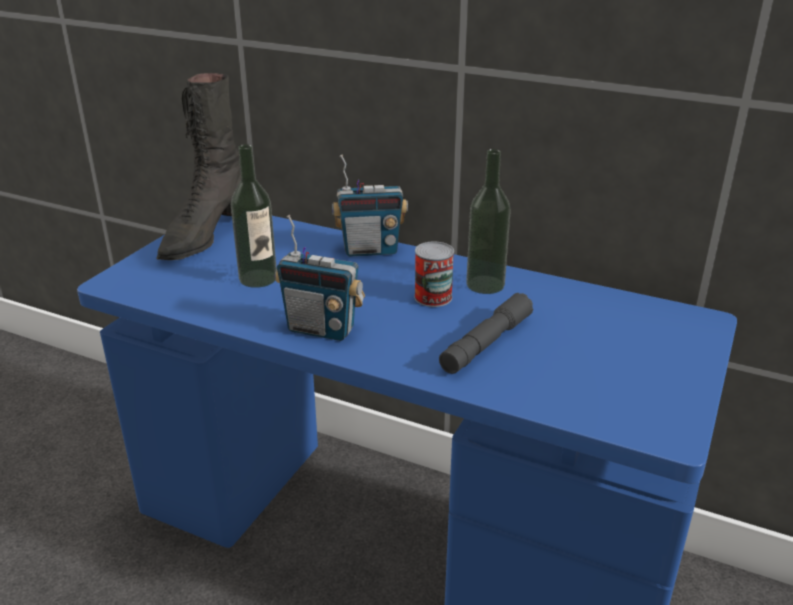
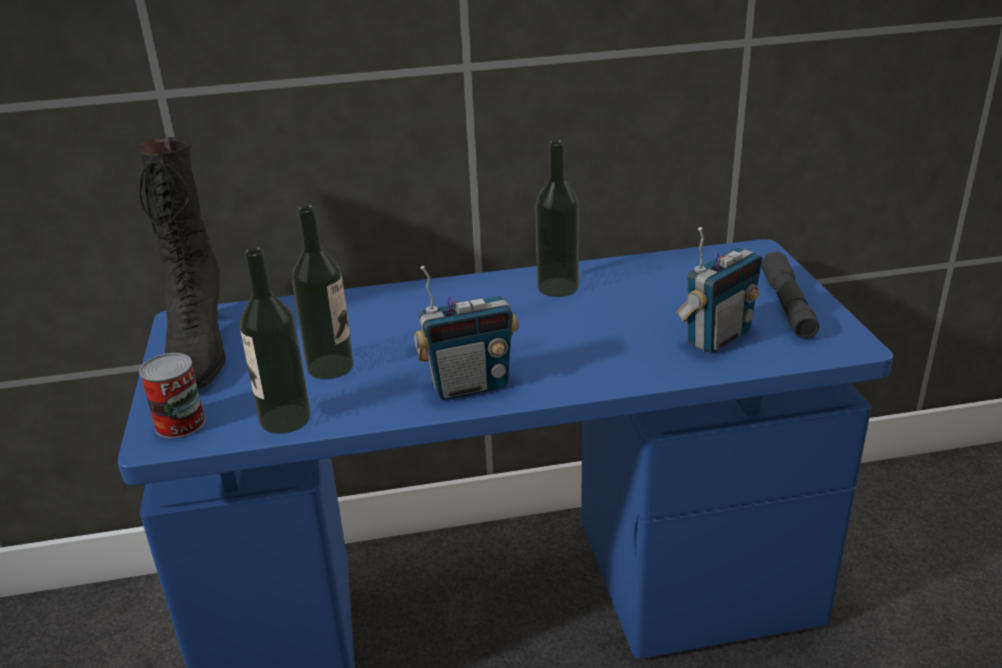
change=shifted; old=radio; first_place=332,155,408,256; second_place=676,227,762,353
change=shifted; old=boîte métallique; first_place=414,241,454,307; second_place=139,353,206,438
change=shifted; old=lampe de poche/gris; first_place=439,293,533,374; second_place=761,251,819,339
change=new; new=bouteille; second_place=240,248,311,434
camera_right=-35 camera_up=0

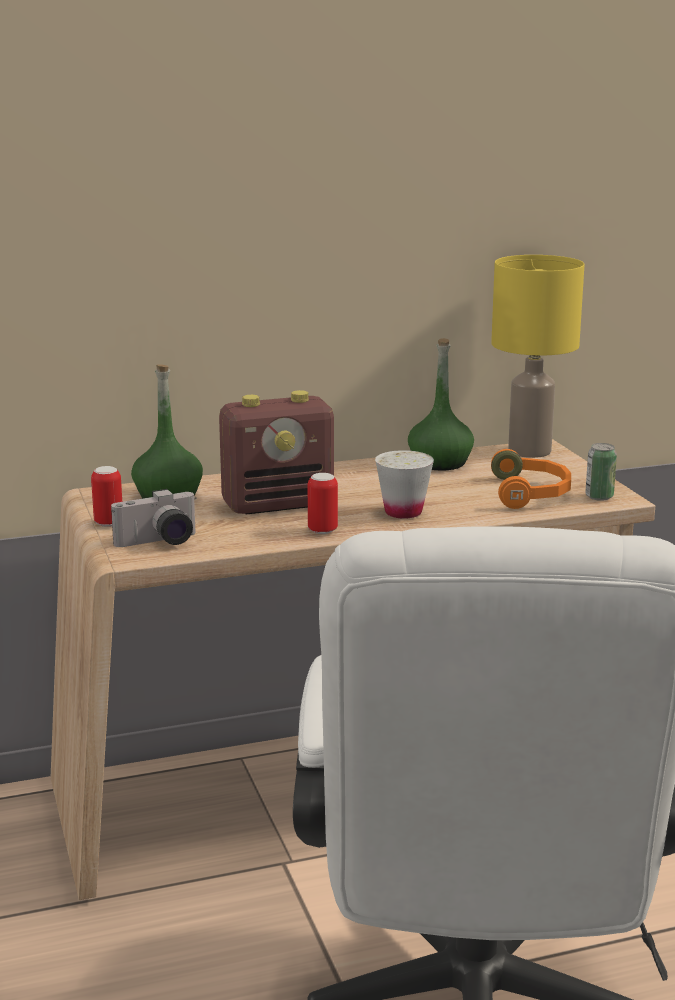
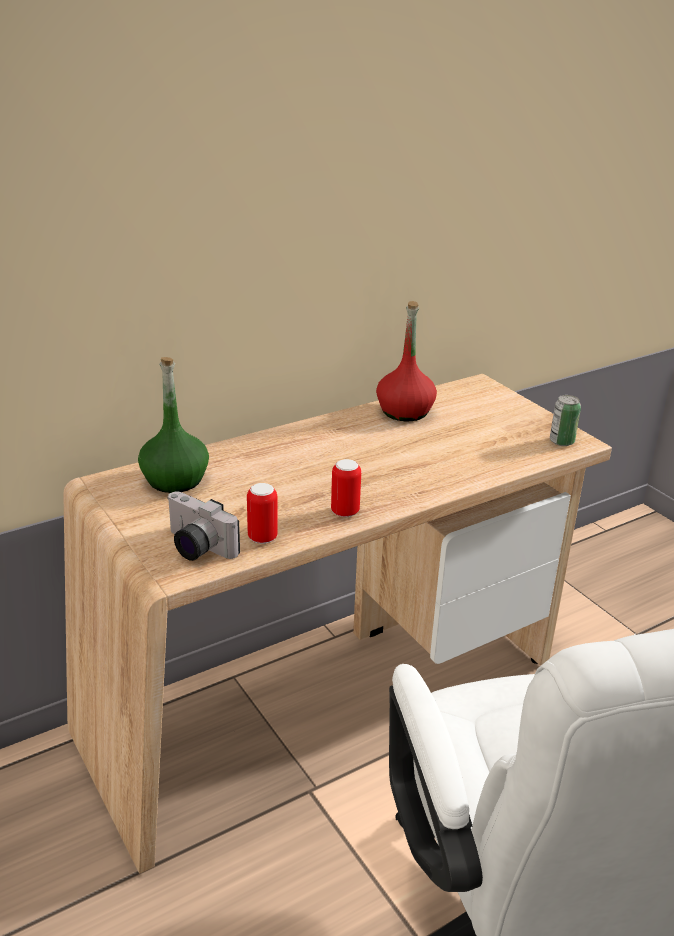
change=shifted; old=boîte métallique; first_place=91,466,122,527; second_place=247,483,278,544
change=rotated; old=appareil photo; first_place=111,489,196,547; second_place=167,492,240,561; degrees=75
change=gone; old=radio; first_place=219,390,334,515
change=gone; old=tasse/blanc; first_place=375,450,434,519
change=repainted; old=bouteille/vert; new=bouteille/rouge; first_place=408,338,474,471; second_place=376,301,437,421
change=gone; old=lampe de table/jaune; first_place=491,255,585,458
change=gone; old=casque audio/orange; first_place=491,449,571,509
camera_right=-15 camera_up=10

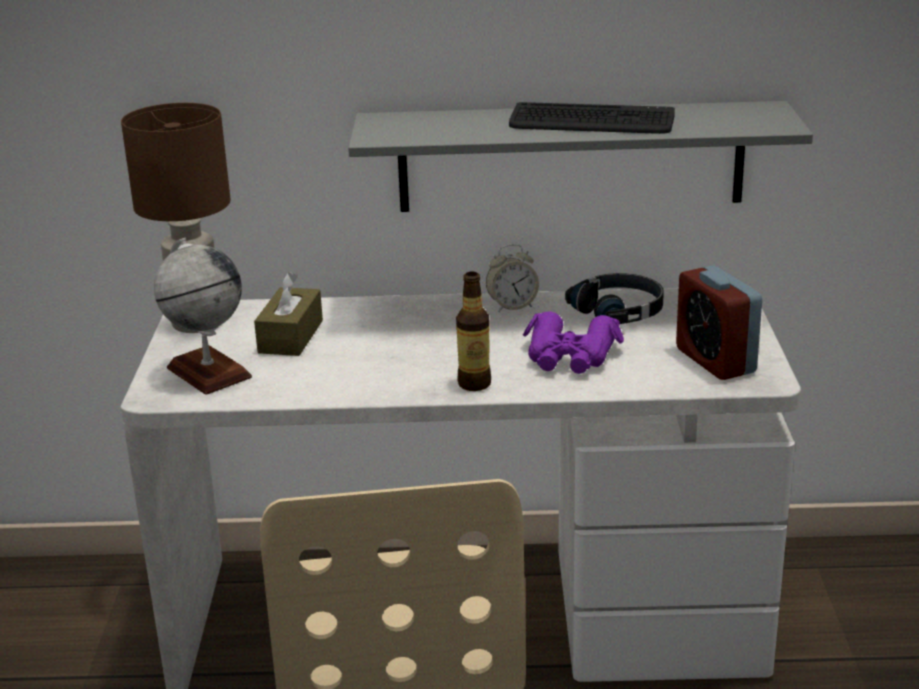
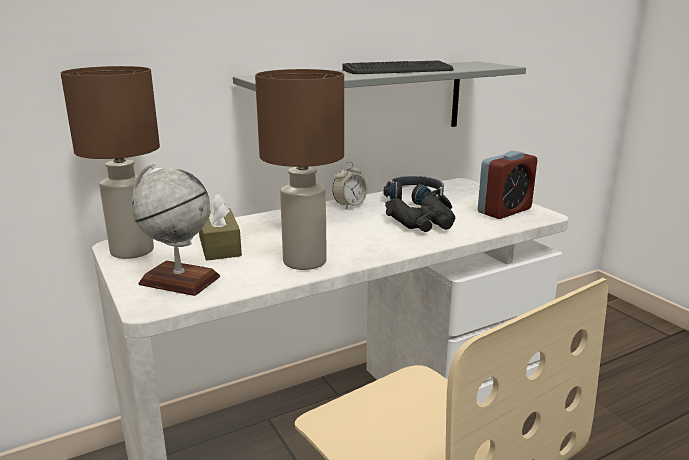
change=gone; old=bouteille; first_place=456,271,491,391
change=repainted; old=jumelles/violet; new=jumelles/noir; first_place=523,312,624,374; second_place=385,195,455,232
change=rotated; old=réveil; first_place=676,265,762,380; second_place=478,151,537,219; degrees=-75
change=new; new=lampe de table/marron; second_place=255,69,344,270
camera_right=-30 camera_up=-5

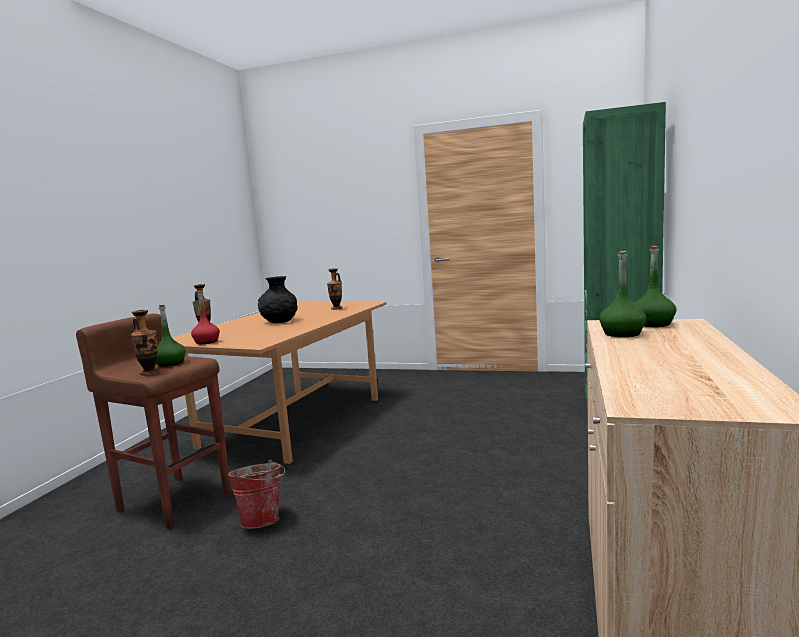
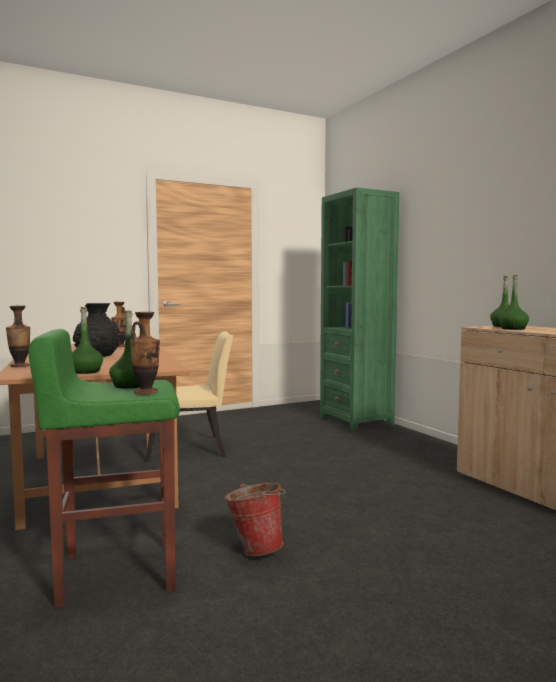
change=repainted; old=tabouret/marron; new=tabouret/vert; first_place=76,314,231,530; second_place=28,329,180,607
change=repainted; old=bouteille/rouge; new=bouteille/vert; first_place=191,291,220,344; second_place=72,307,103,374
change=new; new=chaise/beige; second_place=145,331,233,462
camera_right=-45 camera_up=-5

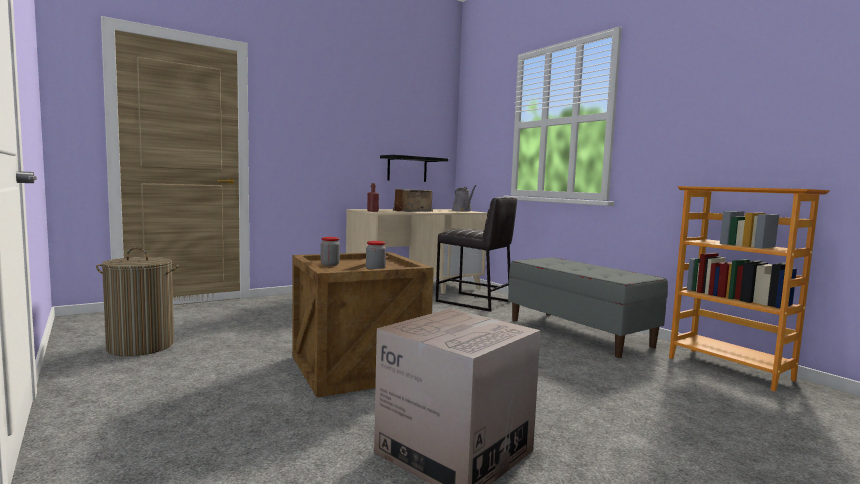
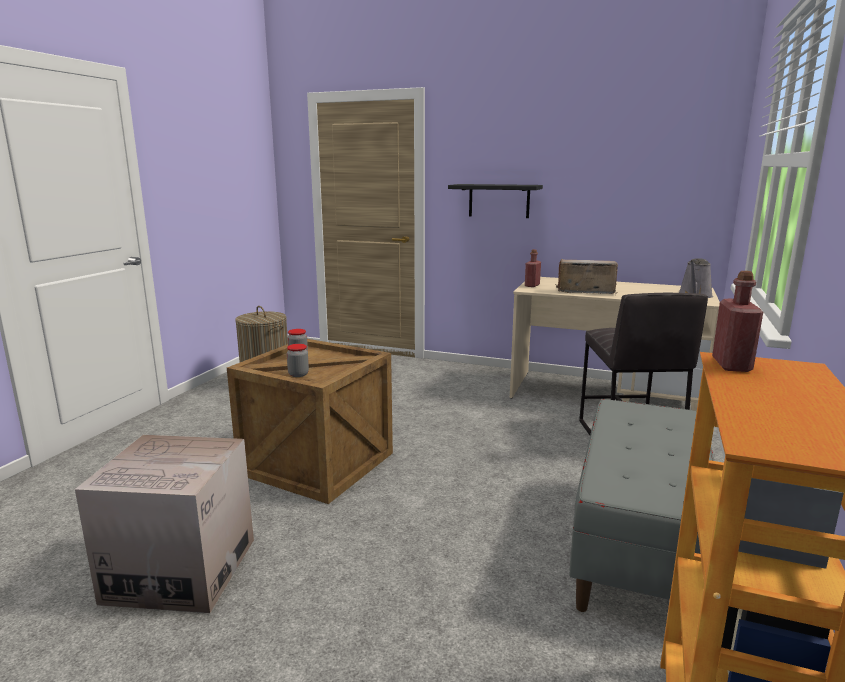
change=shifted; old=étagère/noir; first_place=380,155,448,182; second_place=448,184,543,218
change=new; new=bouteille/rouge; second_place=712,271,763,372
camera_right=55 camera_up=10

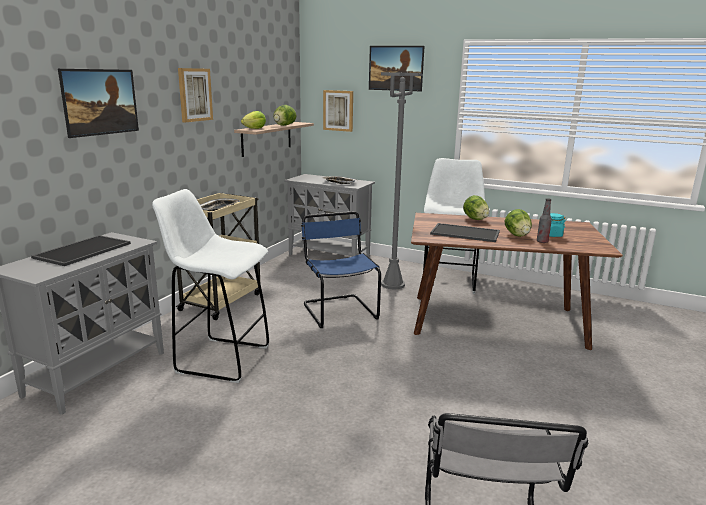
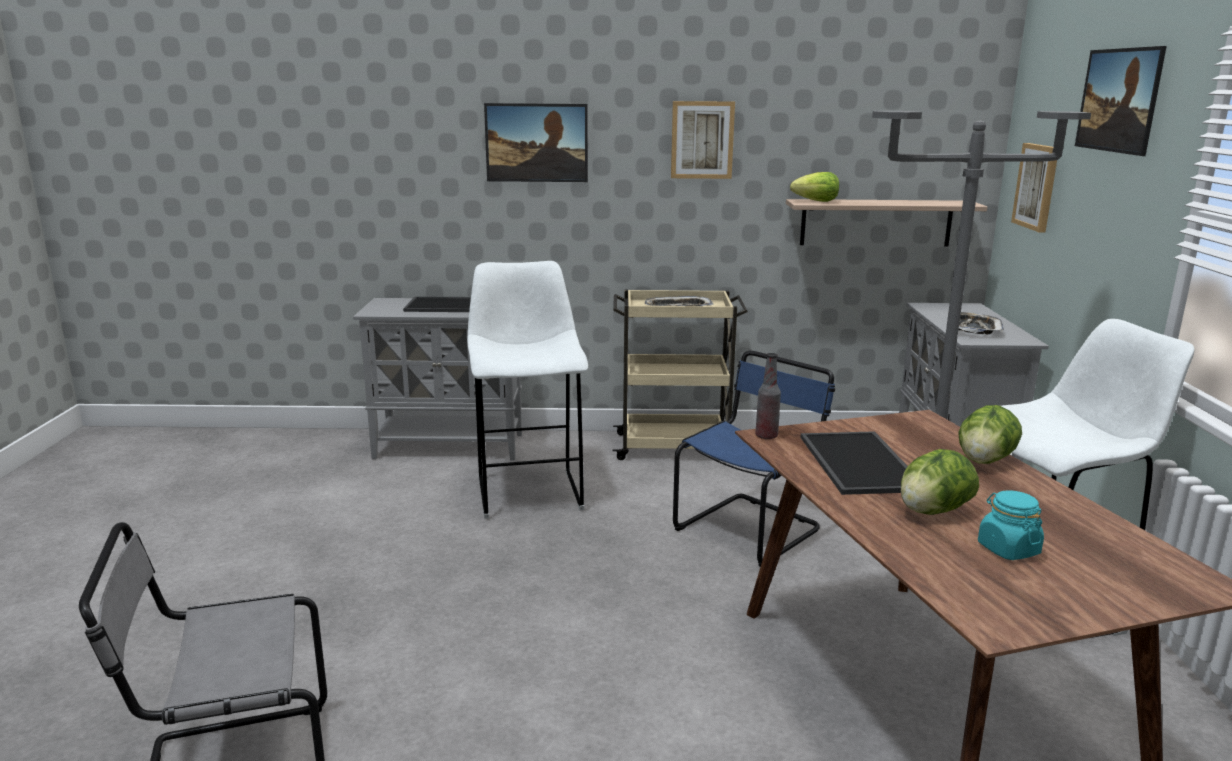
change=gone; old=laitue; first_place=273,105,296,126
change=shifted; old=bouteille; first_place=537,198,552,243; second_place=755,353,781,439
camera_right=65 camera_up=0

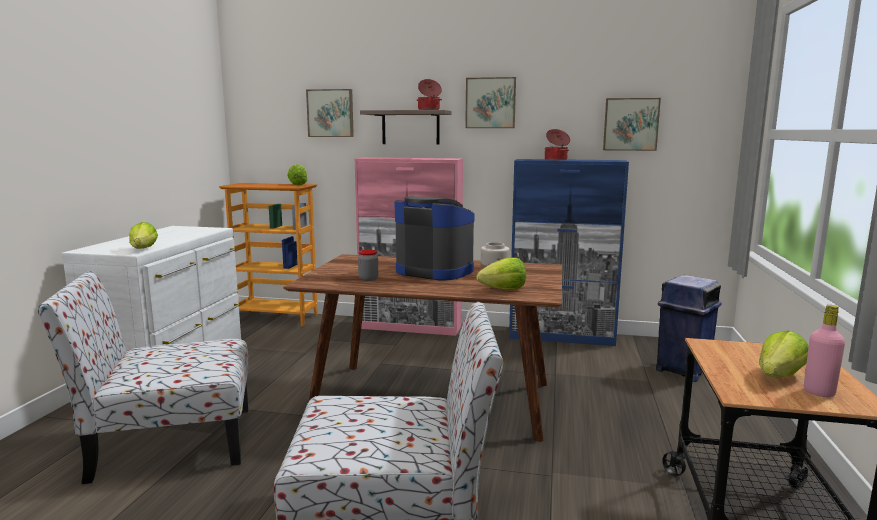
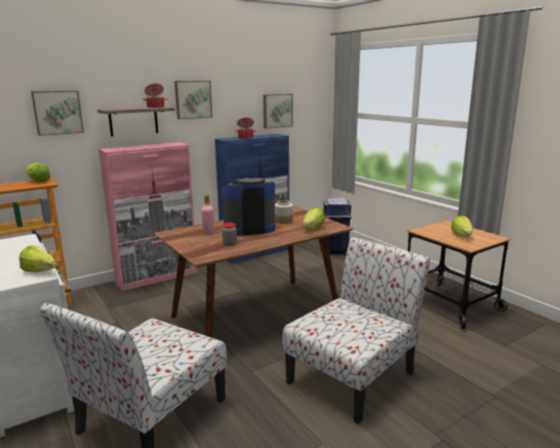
change=shifted; old=bouteille/rose; first_place=804,305,845,397; second_place=201,195,215,234
camera_right=-45 camera_up=5

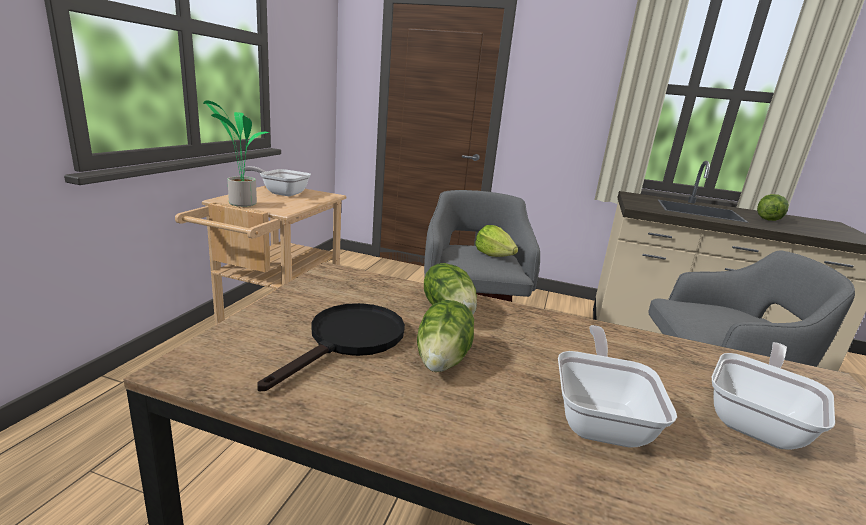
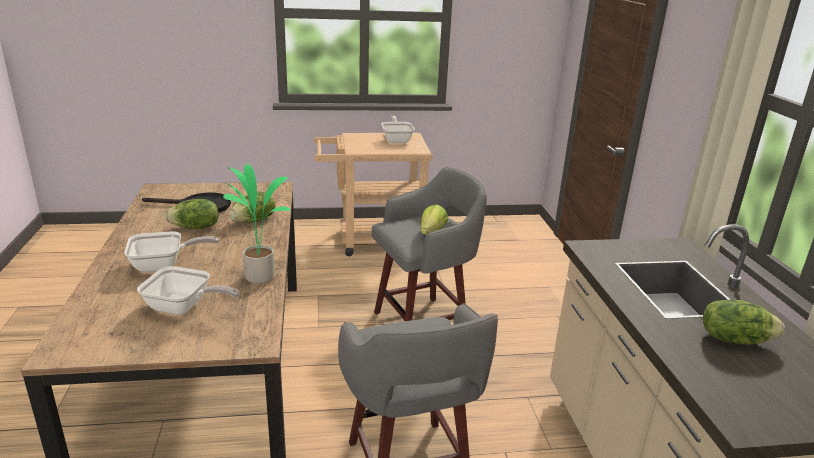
change=shifted; old=plante en pot; first_place=203,101,269,207; second_place=223,164,290,283
camera_right=65 camera_up=5

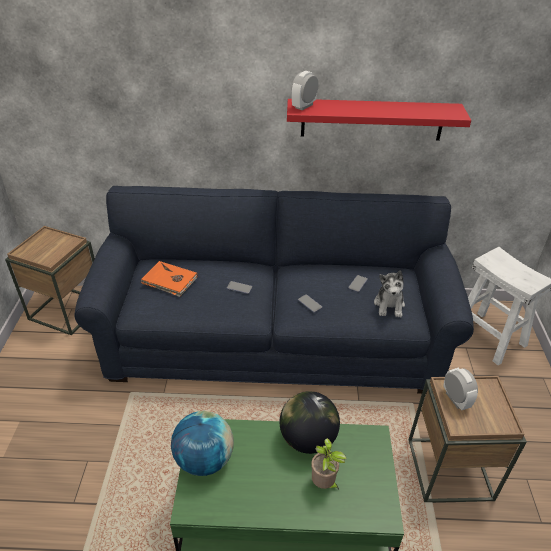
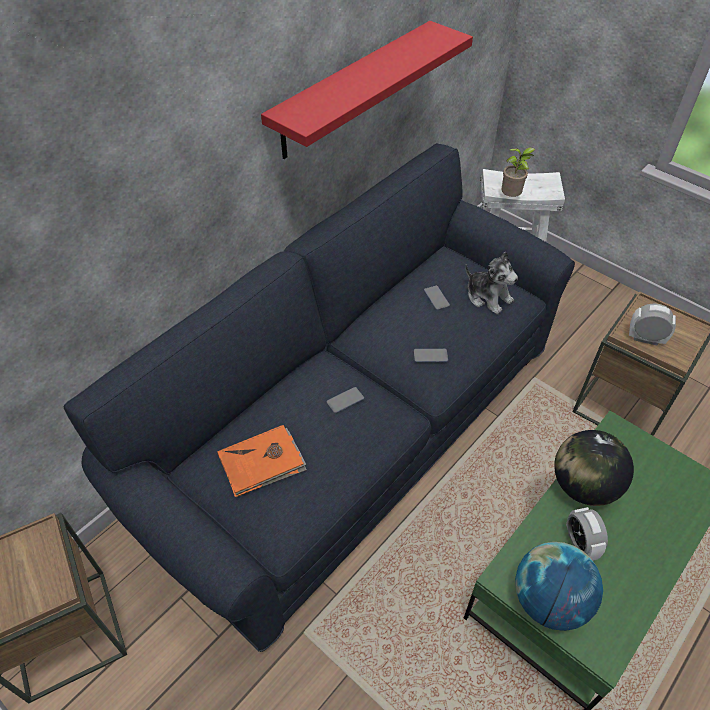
change=shifted; old=réveil; first_place=291,71,319,110; second_place=566,507,608,561
change=shifted; old=plante en pot; first_place=311,438,347,490; second_place=501,147,536,197
camera_right=-50 camera_up=10

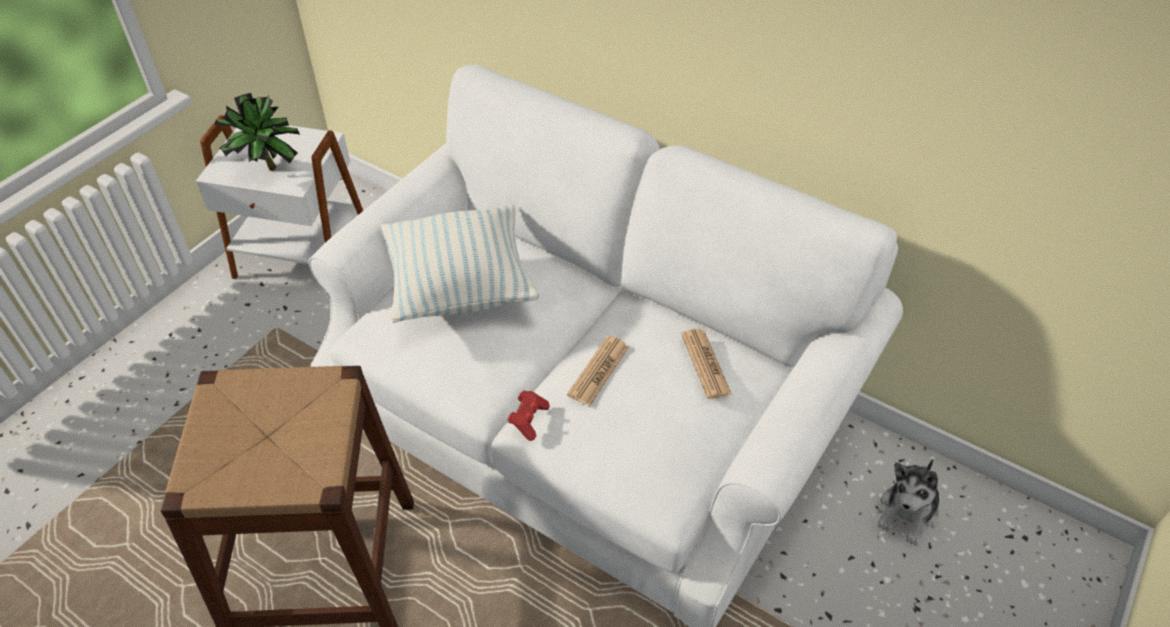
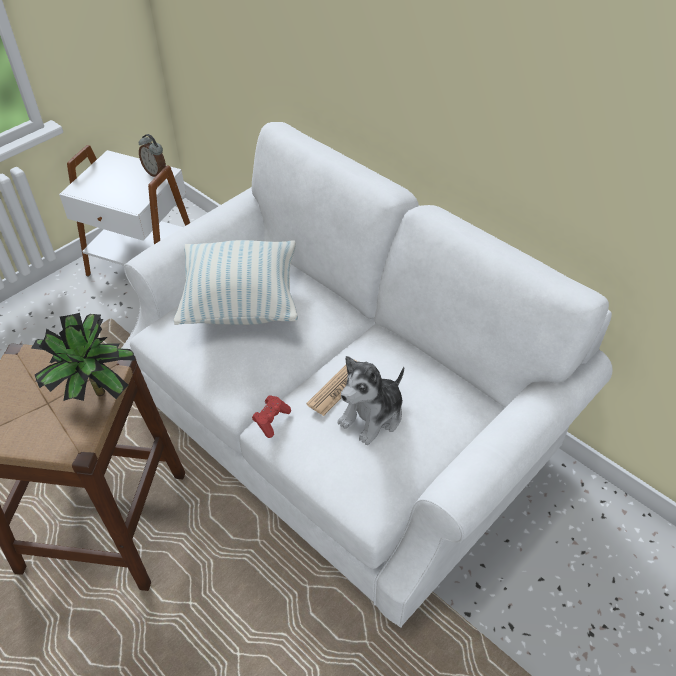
change=shifted; old=plante en pot; first_place=214,93,300,171; second_place=31,313,136,401
change=gone; old=journal; first_place=681,329,732,399
change=shifted; old=peluche; first_place=878,459,939,546; second_place=337,356,404,445
change=new; new=réveil; second_place=139,134,166,177
camera_right=10 camera_up=0

